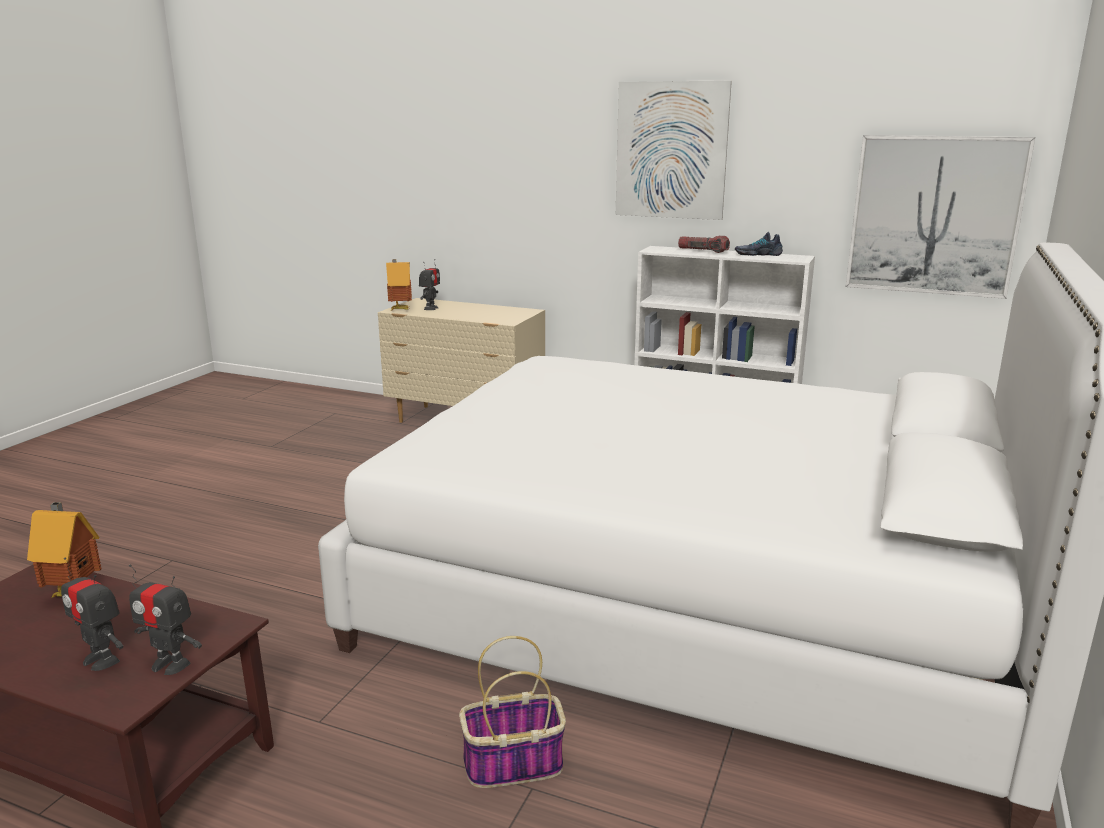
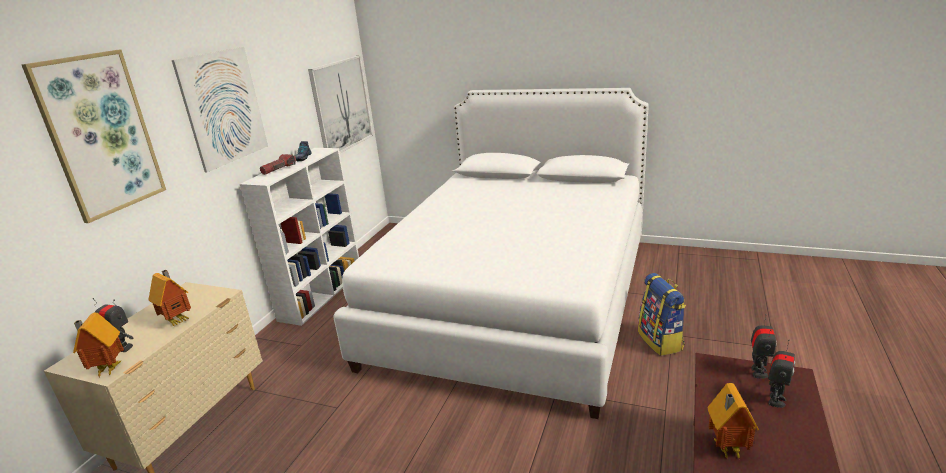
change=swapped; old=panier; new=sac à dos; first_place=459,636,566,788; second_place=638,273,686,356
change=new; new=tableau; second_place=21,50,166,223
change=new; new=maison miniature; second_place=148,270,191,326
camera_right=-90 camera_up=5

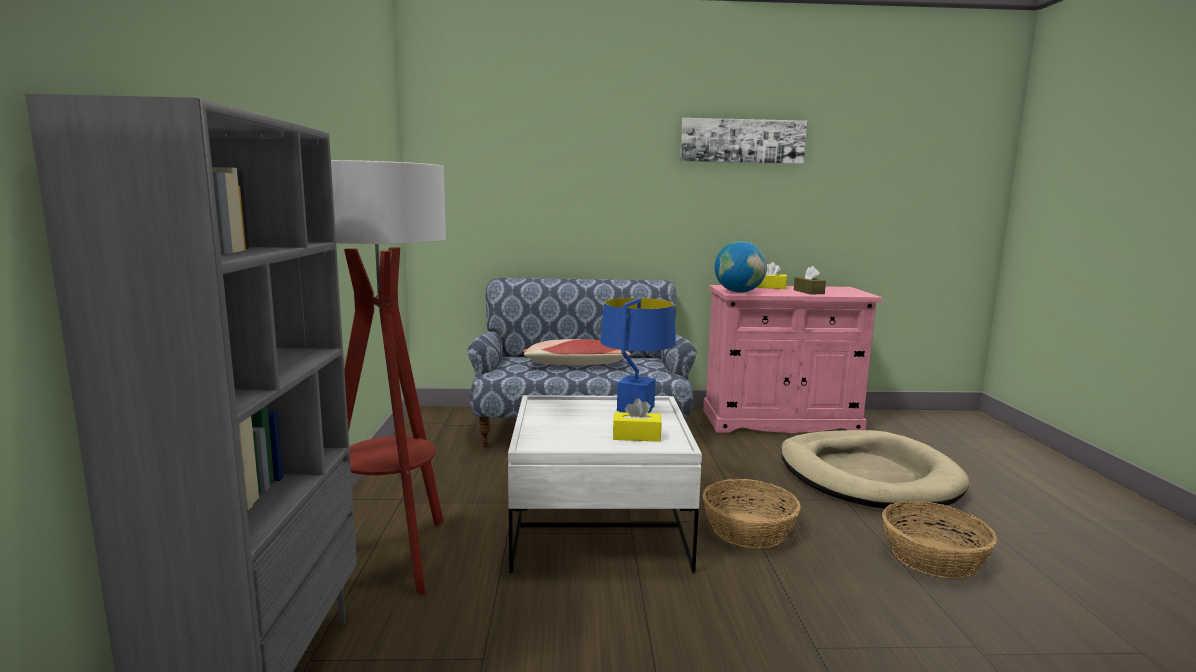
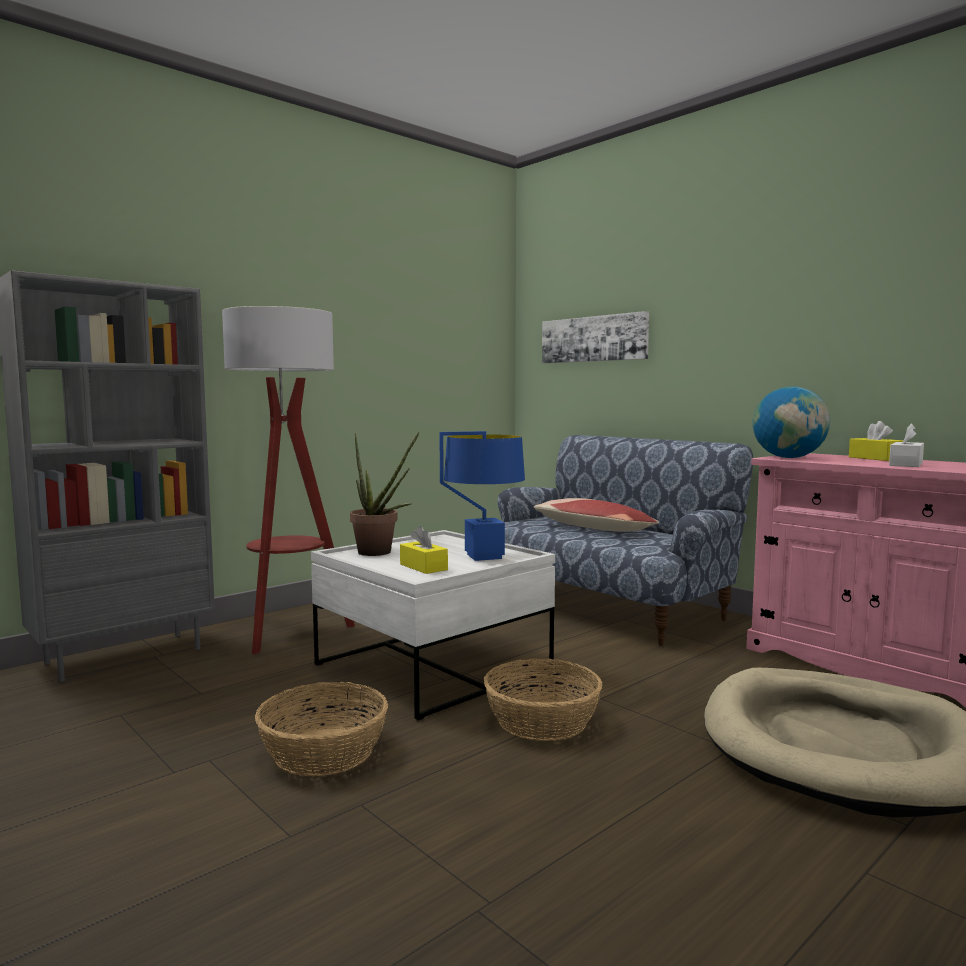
change=shifted; old=tableau; first_place=680,118,807,164; second_place=542,311,649,363
change=repainted; old=boîte à mouchoirs/marron; new=boîte à mouchoirs/blanc; first_place=794,266,826,295; second_place=889,424,924,467
change=shifted; old=panier; first_place=882,501,997,579; second_place=255,682,388,776
change=new; new=plante en pot; second_place=350,432,420,556
camera_right=50 camera_up=-5

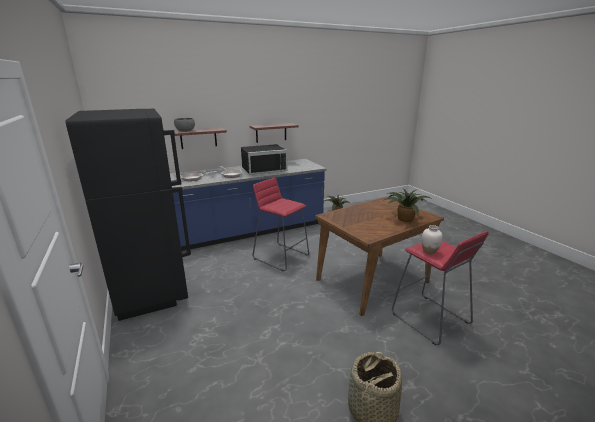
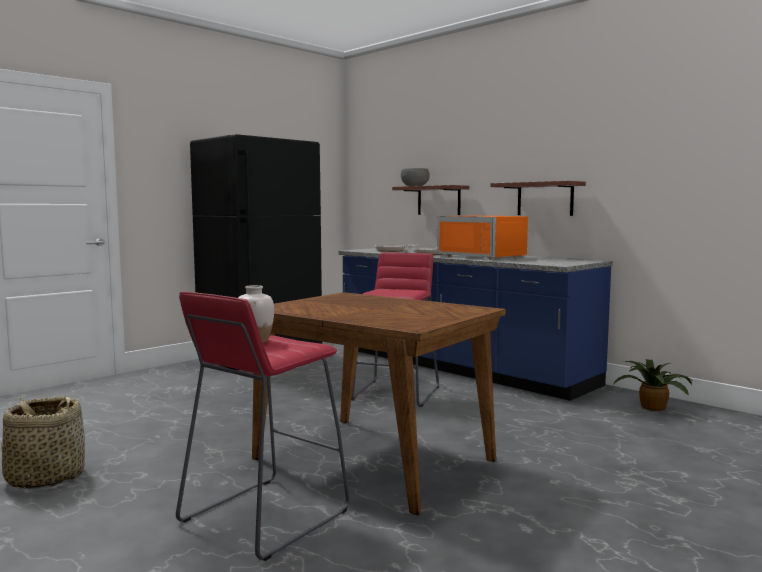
change=repainted; old=micro-ondes/noir; new=micro-ondes/orange; first_place=241,144,288,175; second_place=437,216,528,260
change=gone; old=plante en pot; first_place=383,189,430,222
camera_right=70 camera_up=-15

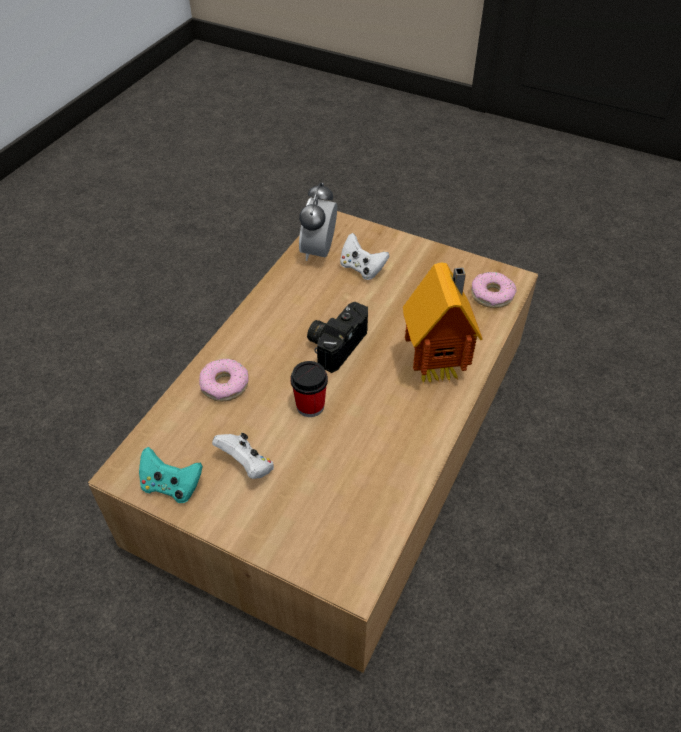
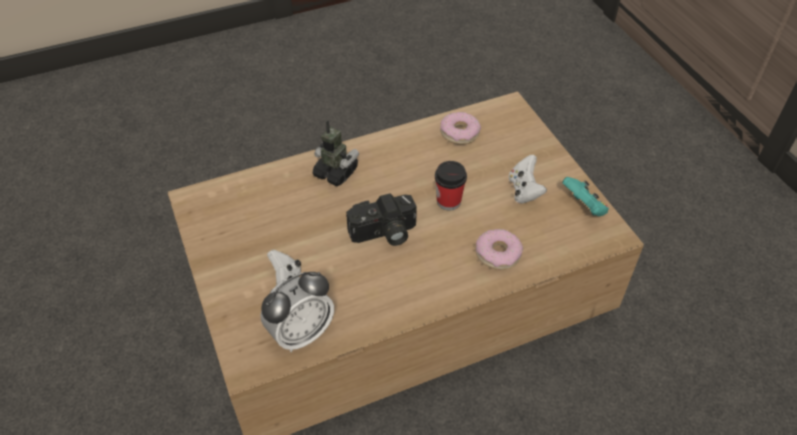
change=swapped; old=maison miniature; new=robot jouet; first_place=403,263,483,384; second_place=313,120,359,186
change=shifted; old=beignet; first_place=471,272,517,308; second_place=440,112,481,145
camera_right=-140 camera_up=0

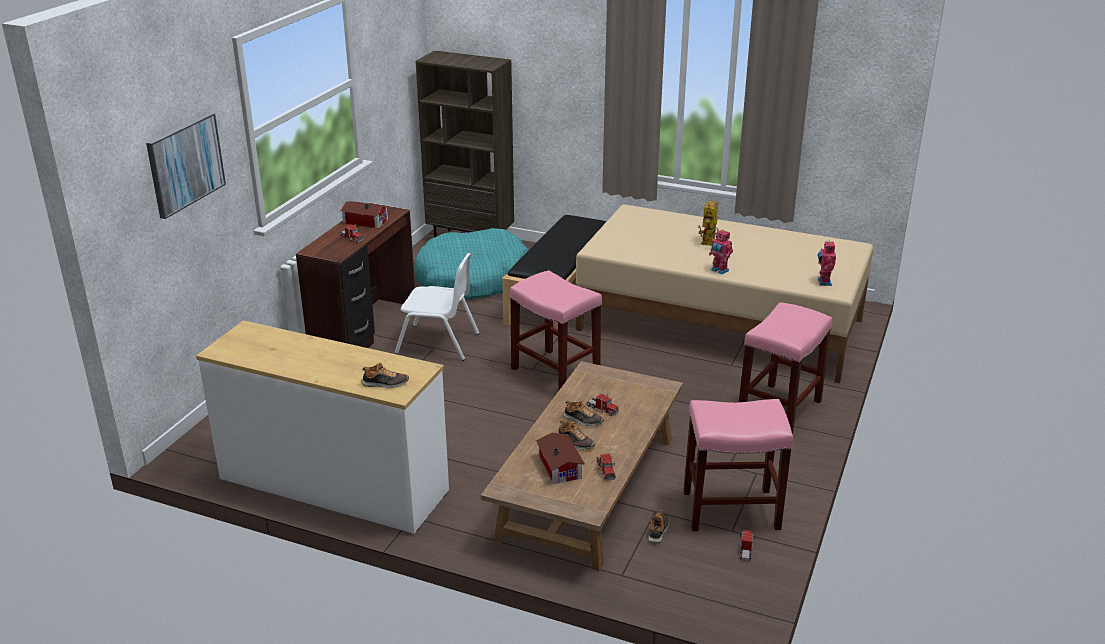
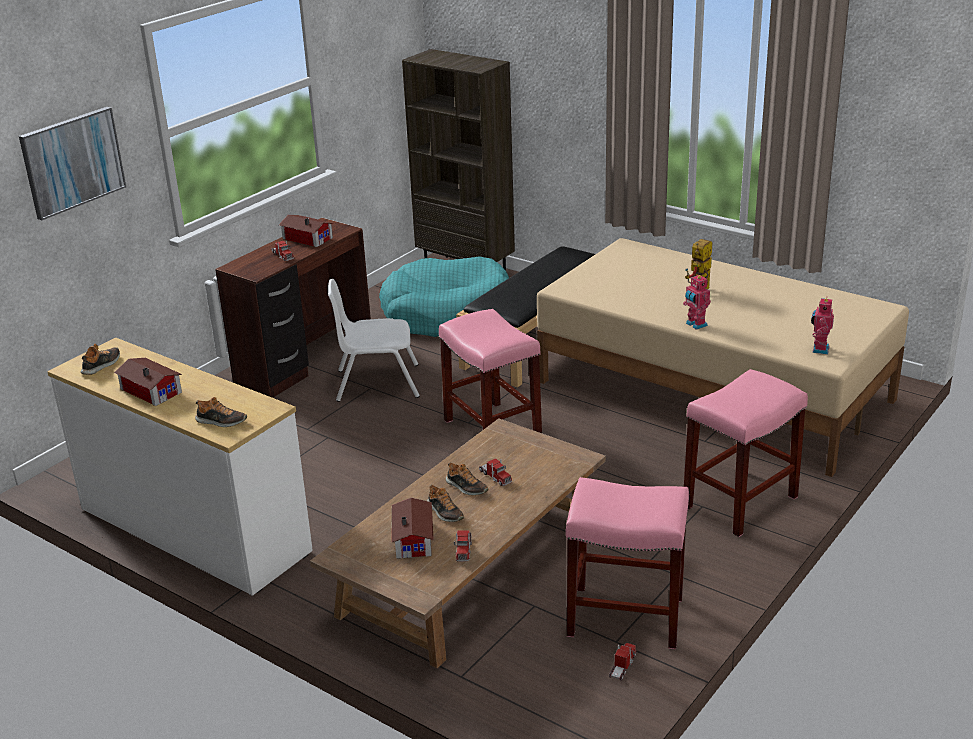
change=rotated; old=chaise/blanc; first_place=395,253,480,361; second_place=328,278,420,402; degrees=150
change=shifted; old=chaussure; first_place=648,510,669,543; second_place=81,344,120,375
change=new; new=maison miniature; second_place=114,358,182,406
camera_right=15 camera_up=0

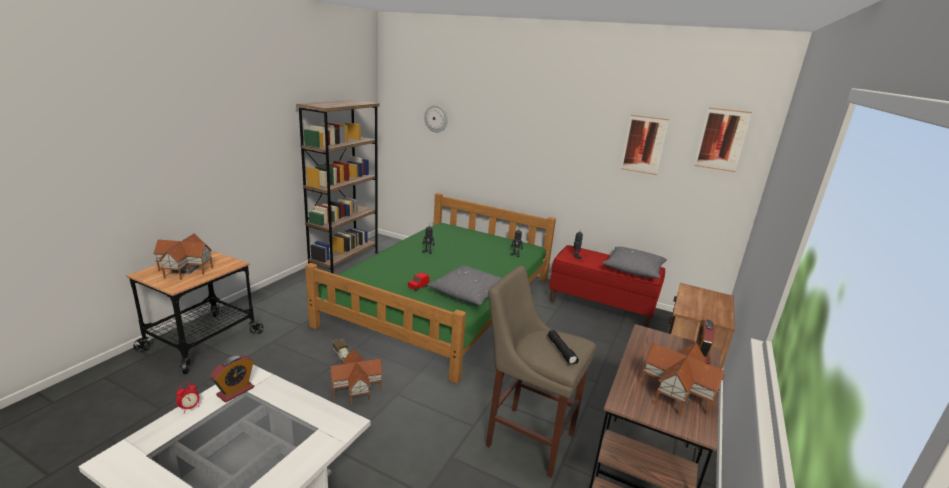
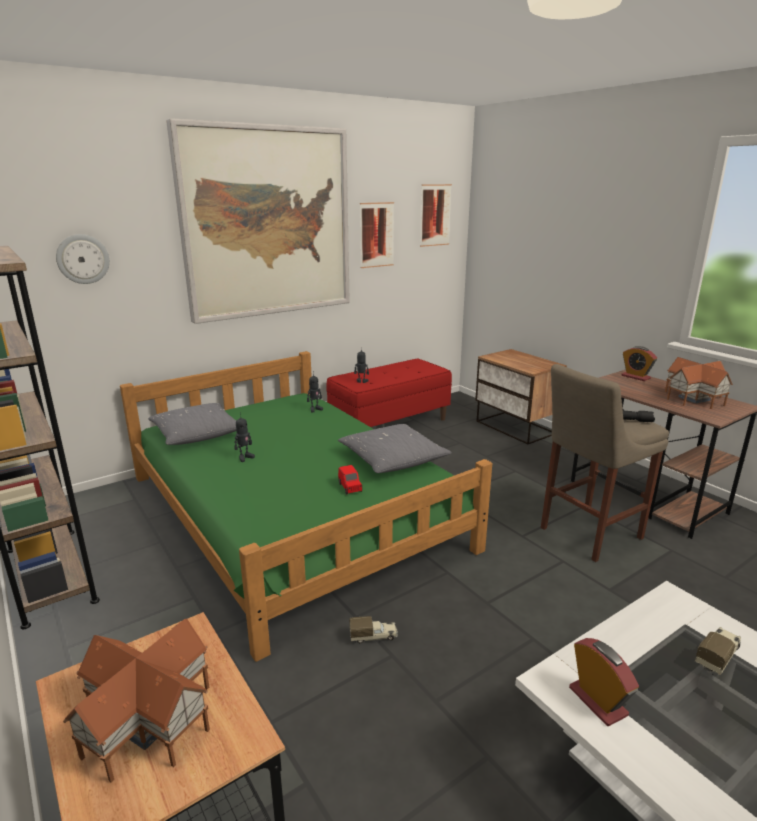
change=gone; old=réveil; first_place=176,382,200,413
change=gone; old=maison miniature; first_place=330,349,383,405
change=shifted; old=coussin/gris; first_place=602,247,667,278; second_place=148,403,237,445
change=new; new=tableau; second_place=166,118,350,324
change=new; new=camion jouet; second_place=695,627,741,675
camera_right=-60 camera_up=0

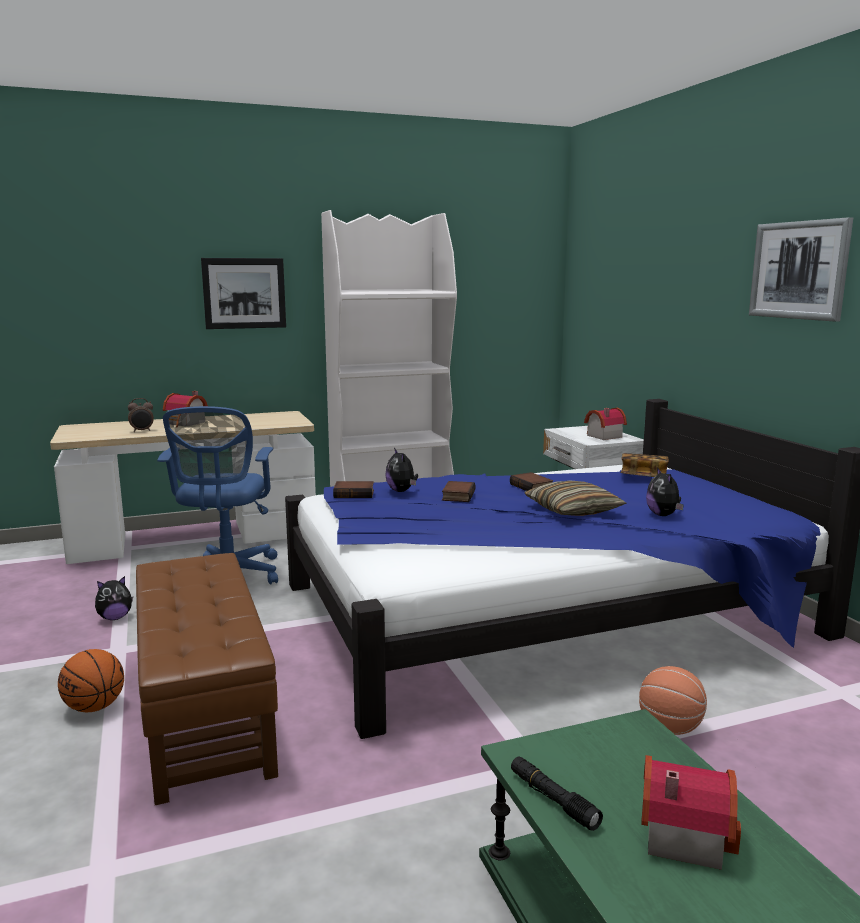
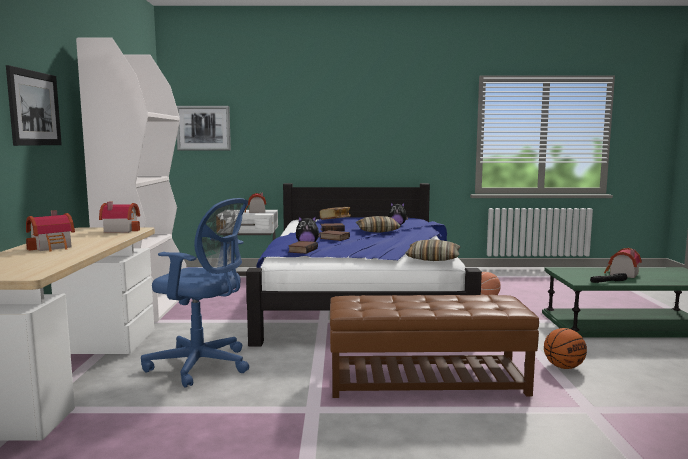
change=shifted; old=ballon de basket; first_place=58,649,124,712; second_place=544,328,587,369
change=gone; old=peluche; first_place=95,576,133,620
change=gone; old=réveil; first_place=128,398,154,432
change=shifted; old=tableau; first_place=749,217,853,322; second_place=177,106,231,150
change=new; new=maison miniature; second_place=99,202,140,233
change=new; new=coussin; second_place=405,239,460,261
camera_right=-70 camera_up=-5

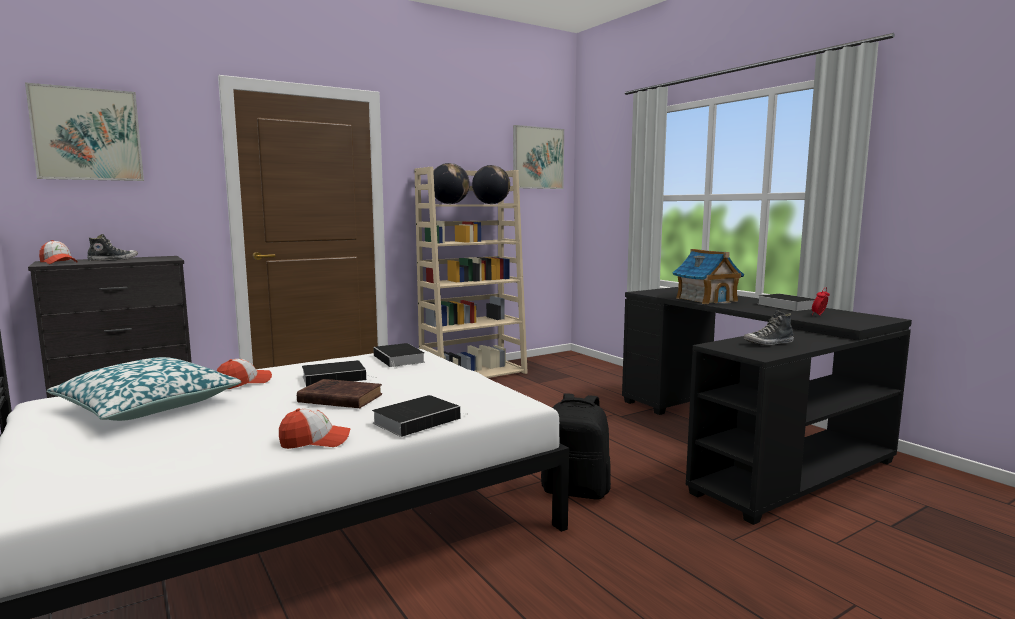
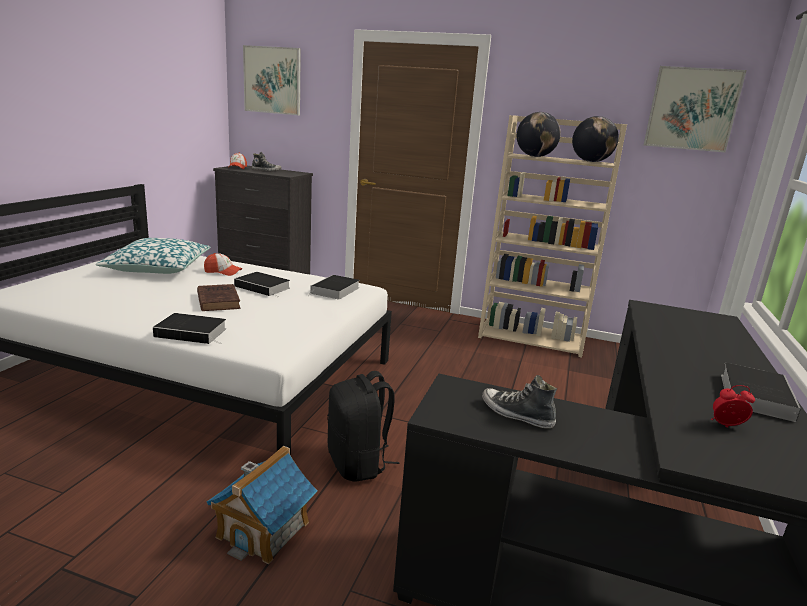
change=gone; old=casquette; first_place=279,408,351,449
change=shifted; old=maison miniature; first_place=672,249,744,304; second_place=207,446,317,564
camera_right=50 camera_up=10

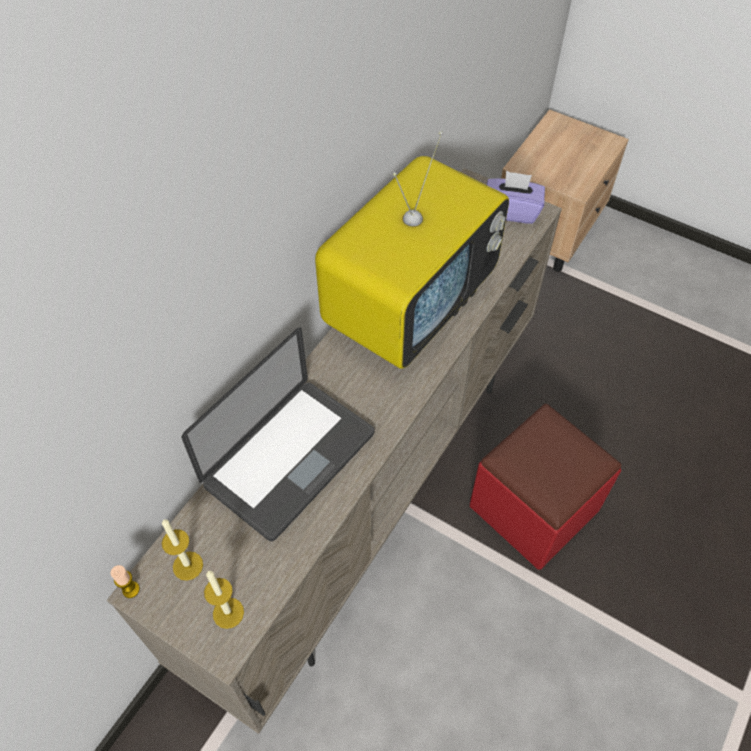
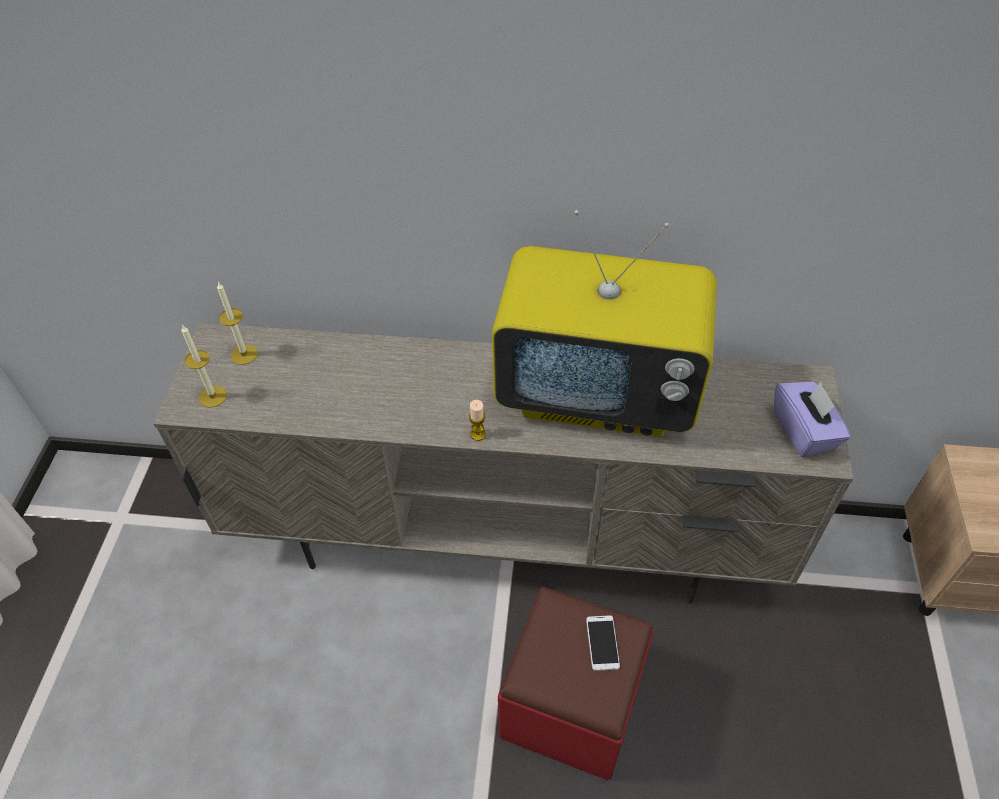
change=shifted; old=bougie; first_place=111,565,140,598; second_place=469,400,486,441
change=gone; old=ordinateur portable; first_place=182,327,375,541
change=new; new=téléphone; second_place=586,615,620,671
camera_right=65 camera_up=-5

